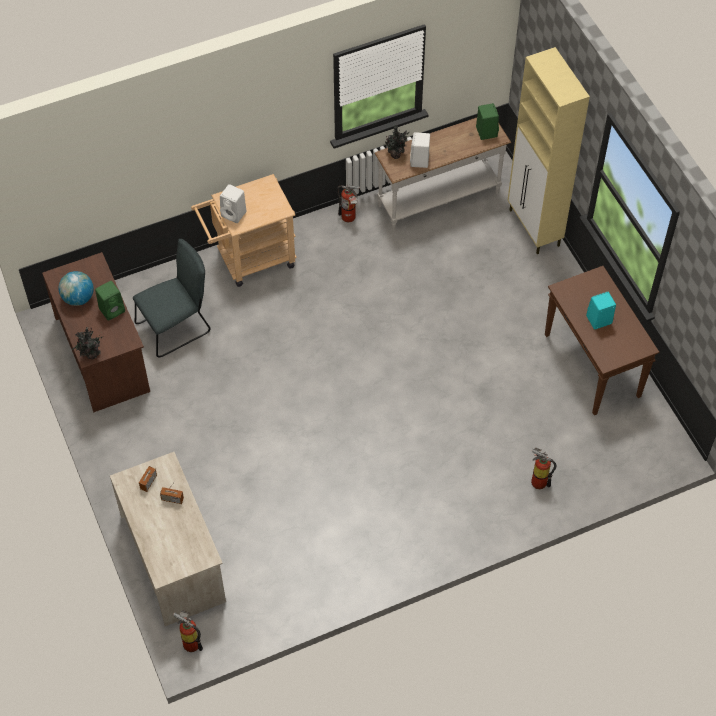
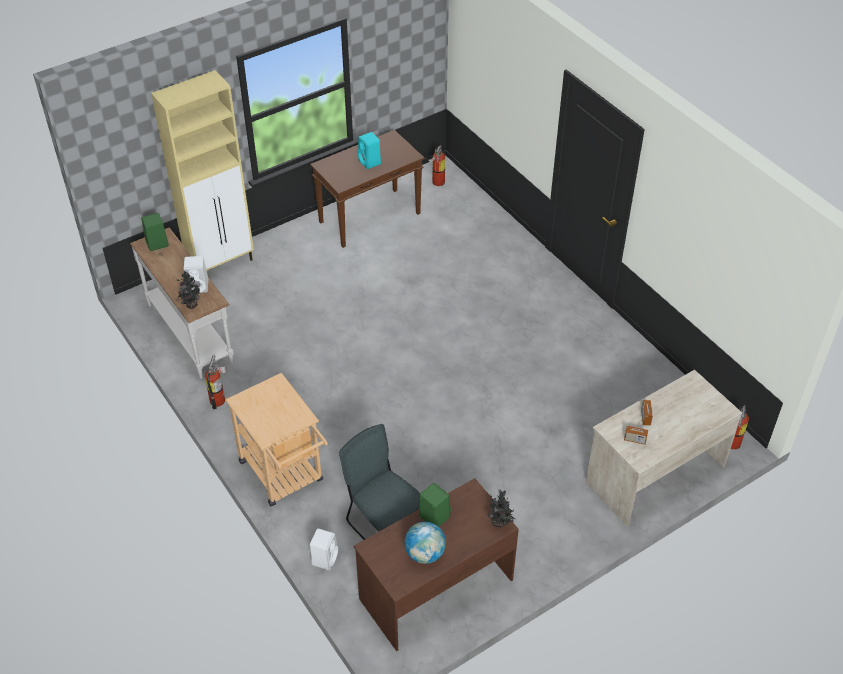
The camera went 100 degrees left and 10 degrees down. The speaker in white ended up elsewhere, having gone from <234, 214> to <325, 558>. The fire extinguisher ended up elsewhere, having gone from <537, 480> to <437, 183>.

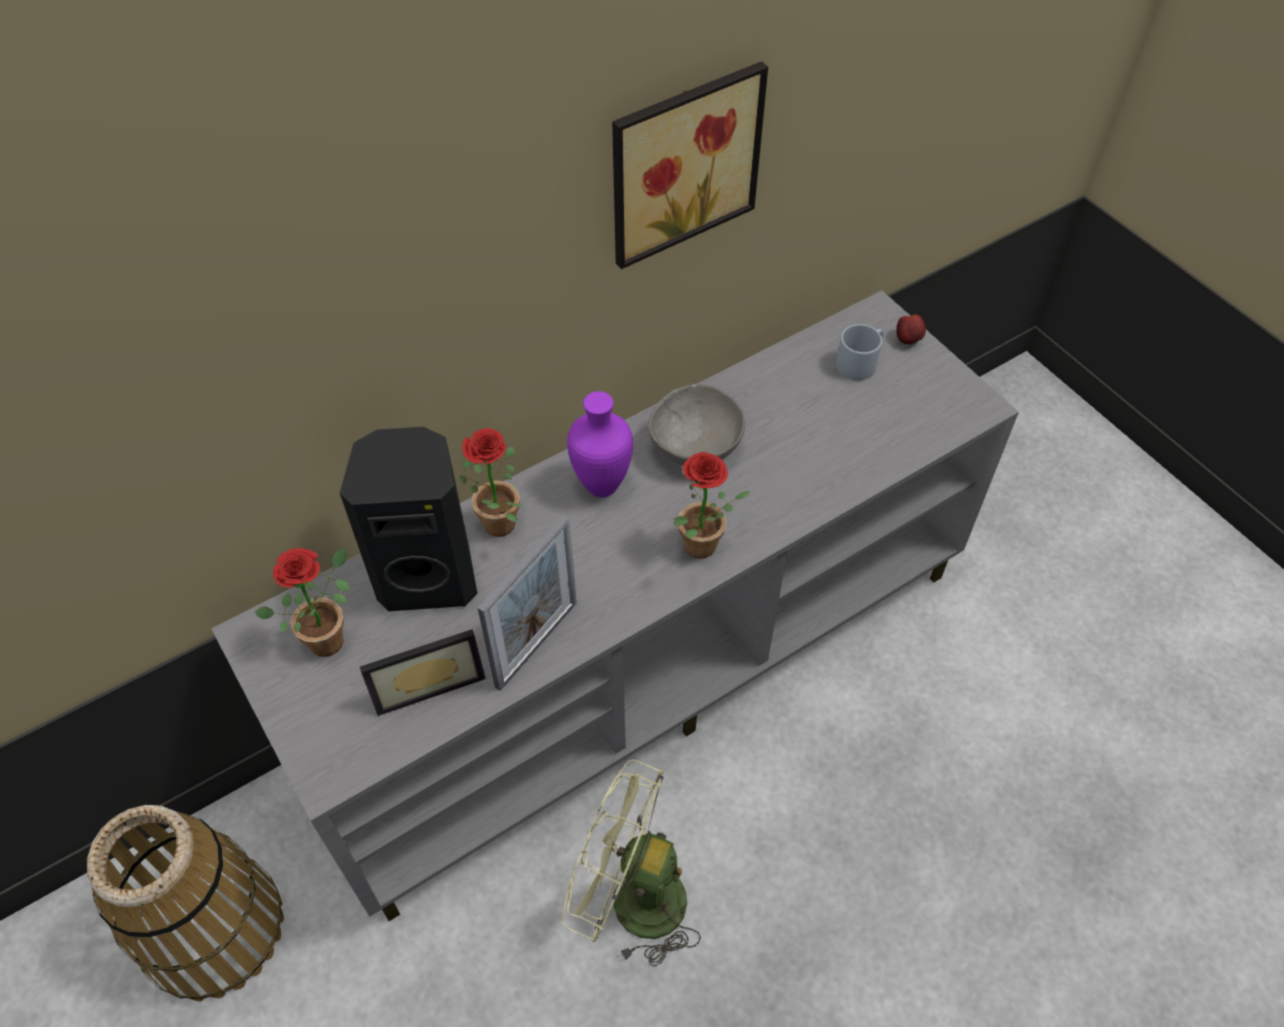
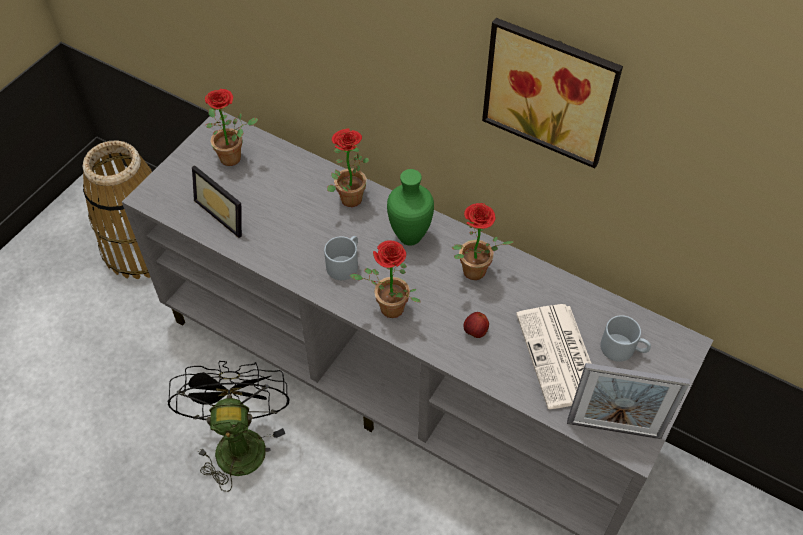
The camera went 65 degrees right and 0 degrees up. The second view lost the speaker in black at <429, 575>. The second view gained the mug in grey at <344, 263>. The second view gained the newspaper at <560, 357>. The picture frame ended up elsewhere, having gone from <537, 644> to <613, 429>. The apple ended up elsewhere, having gone from <908, 340> to <475, 332>. Where the bowl in grey stood at <694, 448>, the potted plant came to stand at <473, 275>. What was the fan in green at <631, 899> turned into the fan in black at <238, 441>. What was the vase in purple at <600, 488> turned into the vase in green at <408, 237>.

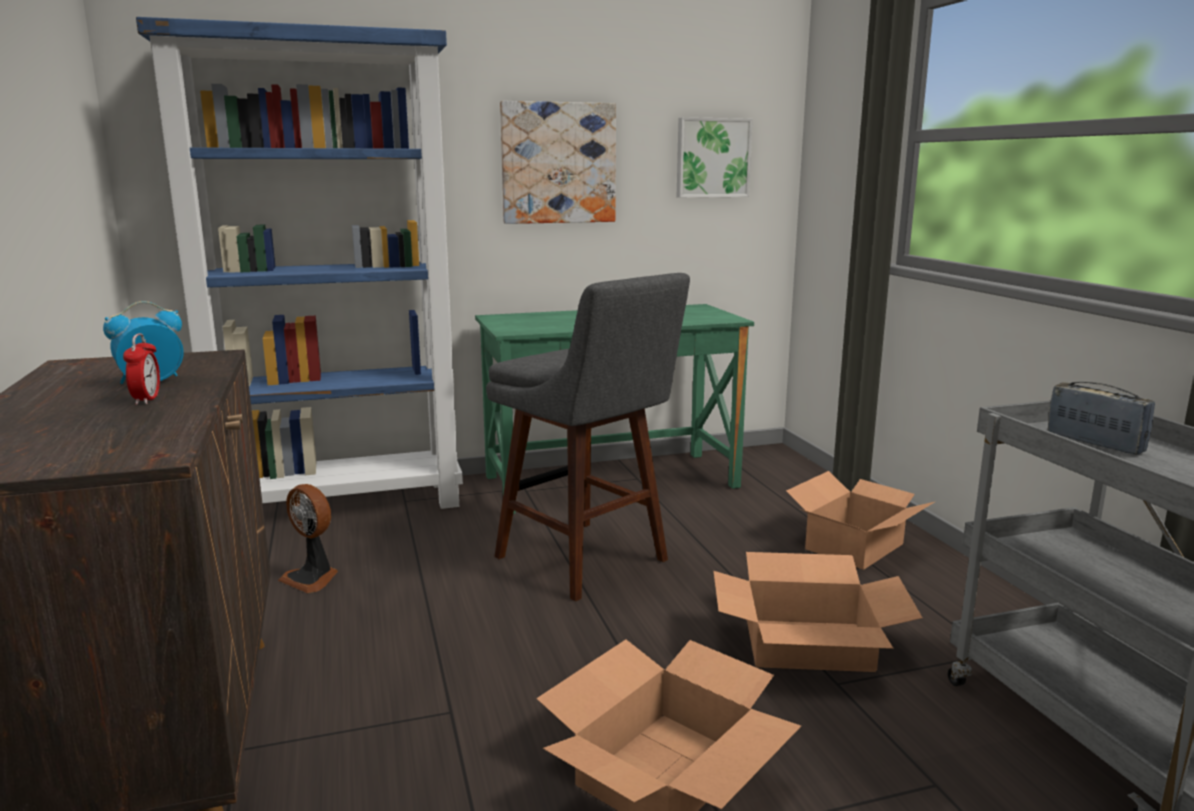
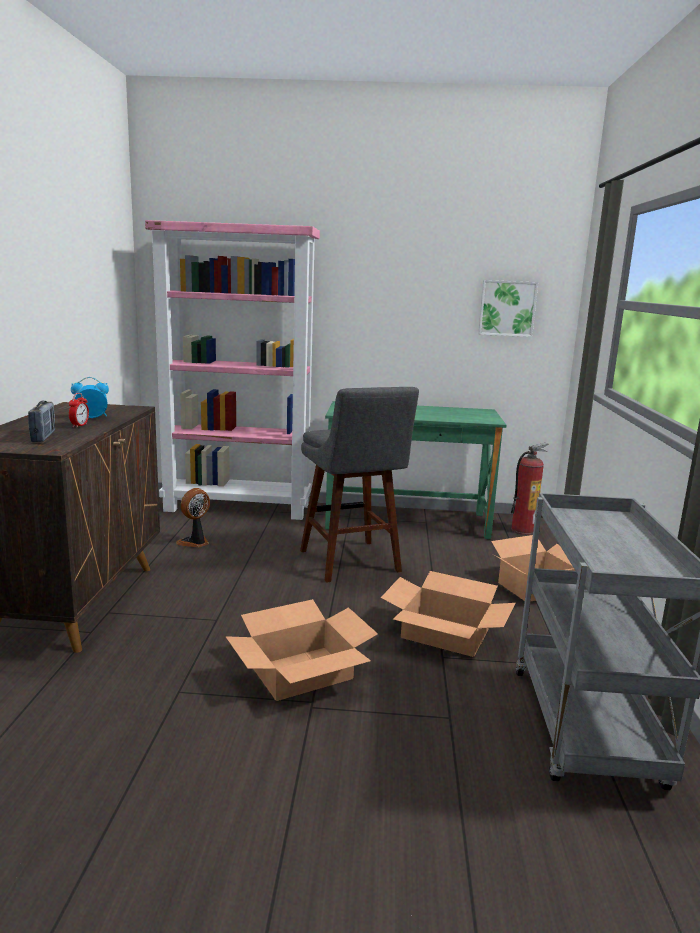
The camera went 20 degrees right and 0 degrees up. The second view lost the picture at <558, 163>. The second view gained the fire extinguisher at <523, 530>. The radio ended up elsewhere, having gone from <1094, 443> to <43, 437>. What was the bookcase in blue at <344, 504> turned into the bookcase in pink at <239, 507>. The fan at <312, 578> ended up facing another way, 75 degrees clockwise from before.

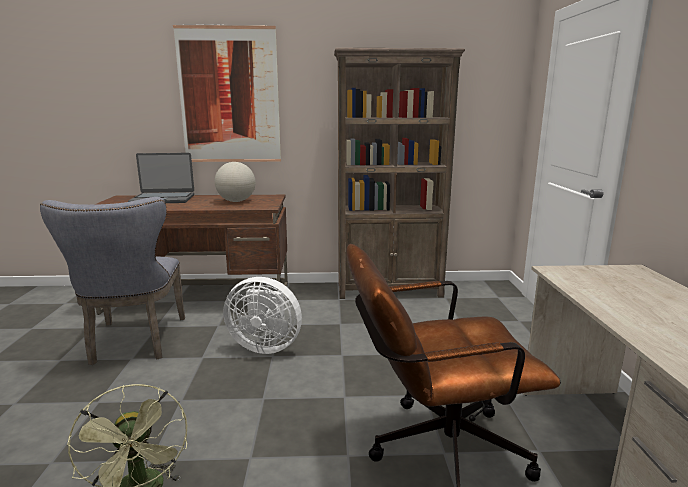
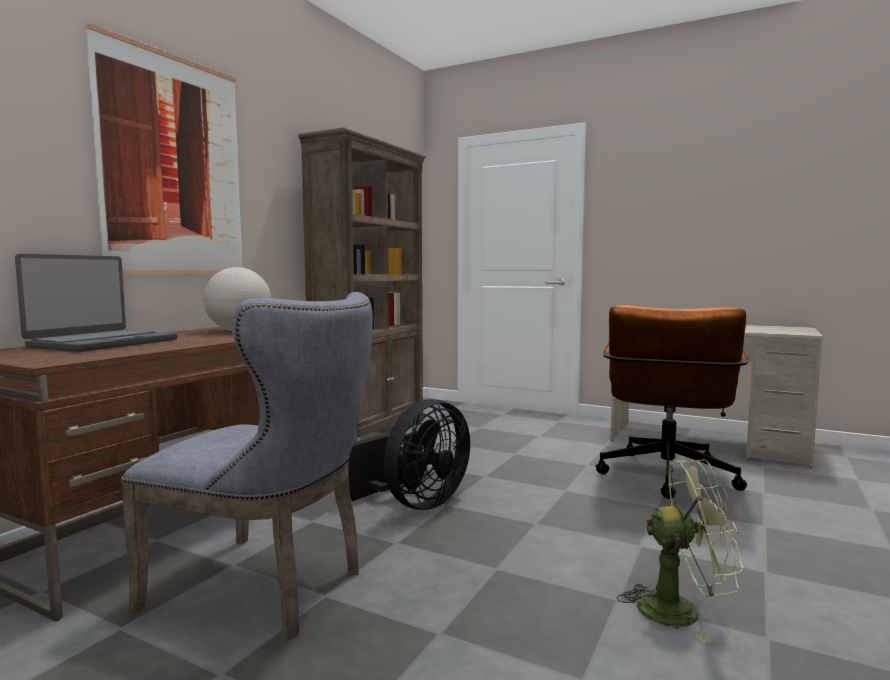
The camera went 60 degrees left and 10 degrees down. What was the fan in white at <265, 346> turned into the fan in black at <416, 504>.

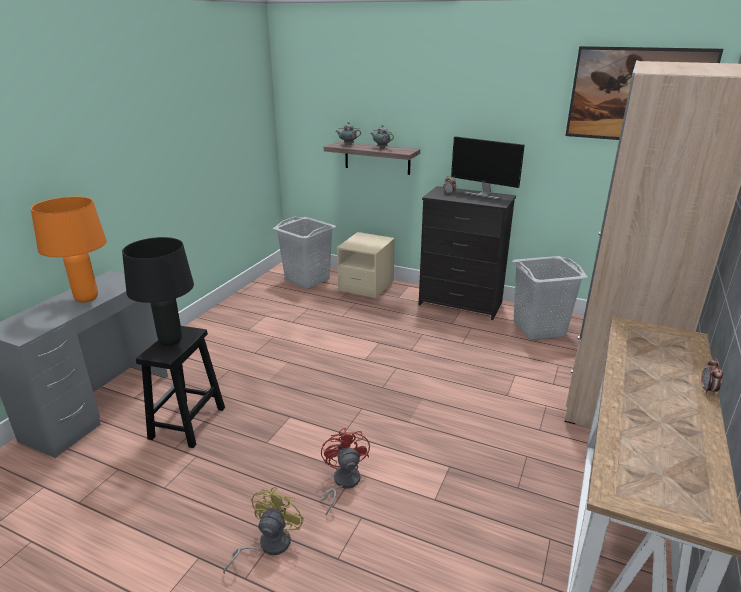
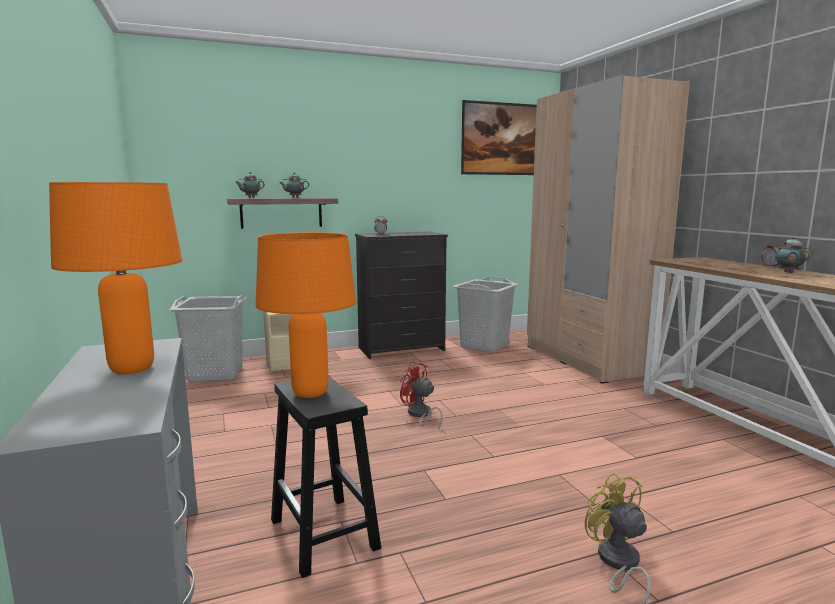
The camera went 45 degrees left and 15 degrees down. The second view lost the monitor at <483, 194>. The second view gained the teapot at <787, 272>. The fan in red ended up elsewhere, having gone from <342, 483> to <420, 415>. What was the table lamp in black at <170, 341> turned into the table lamp in orange at <309, 393>.

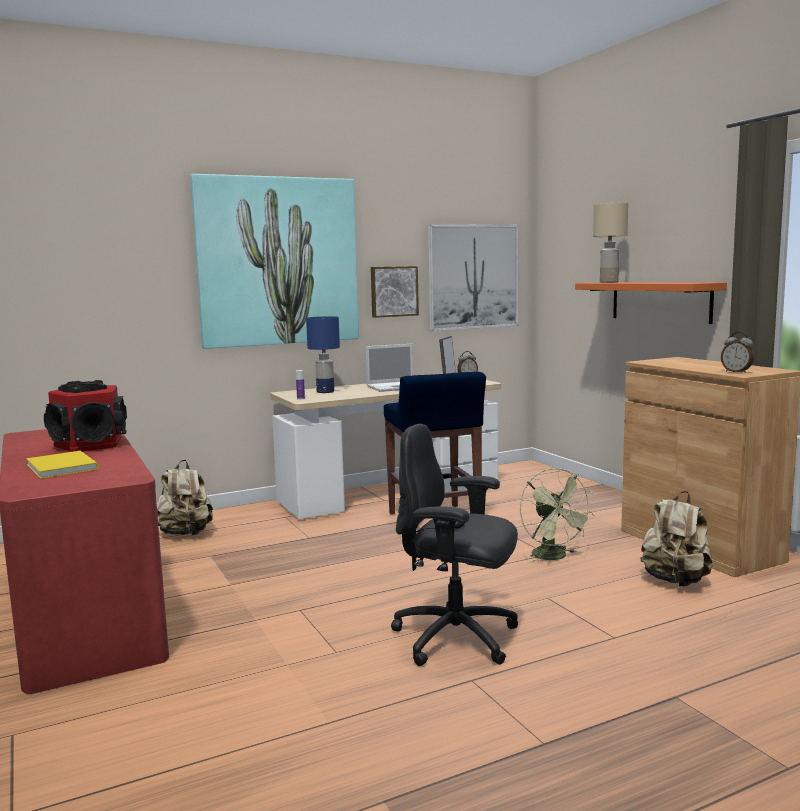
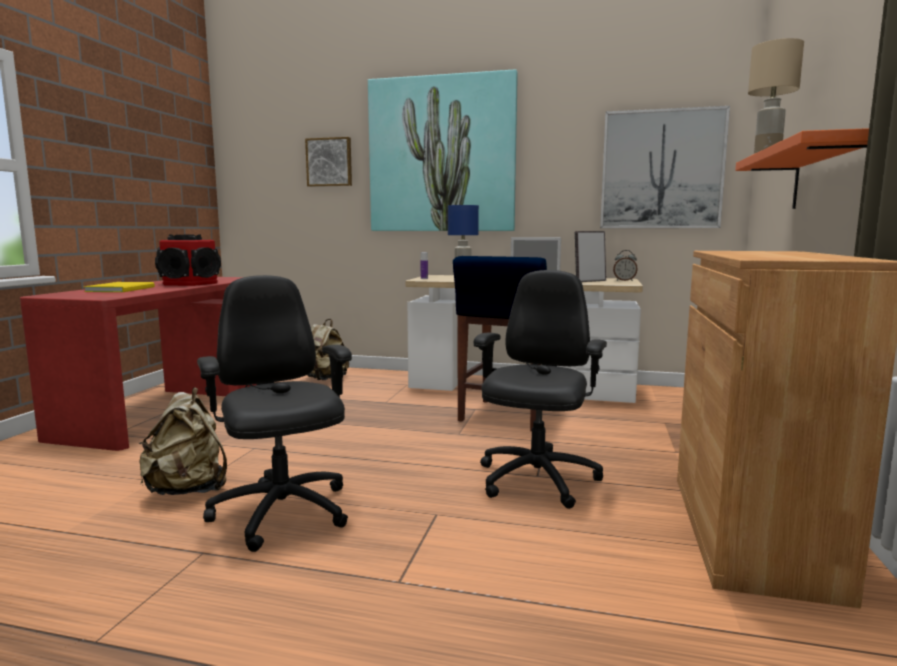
The camera went 40 degrees right and 0 degrees up. The second view lost the alarm clock at <736, 372>. The picture ended up elsewhere, having gone from <393, 291> to <329, 162>. The backpack in beige ended up elsewhere, having gone from <675, 581> to <188, 490>. Where the fan in green stood at <554, 557>, the office chair in black came to stand at <536, 481>.

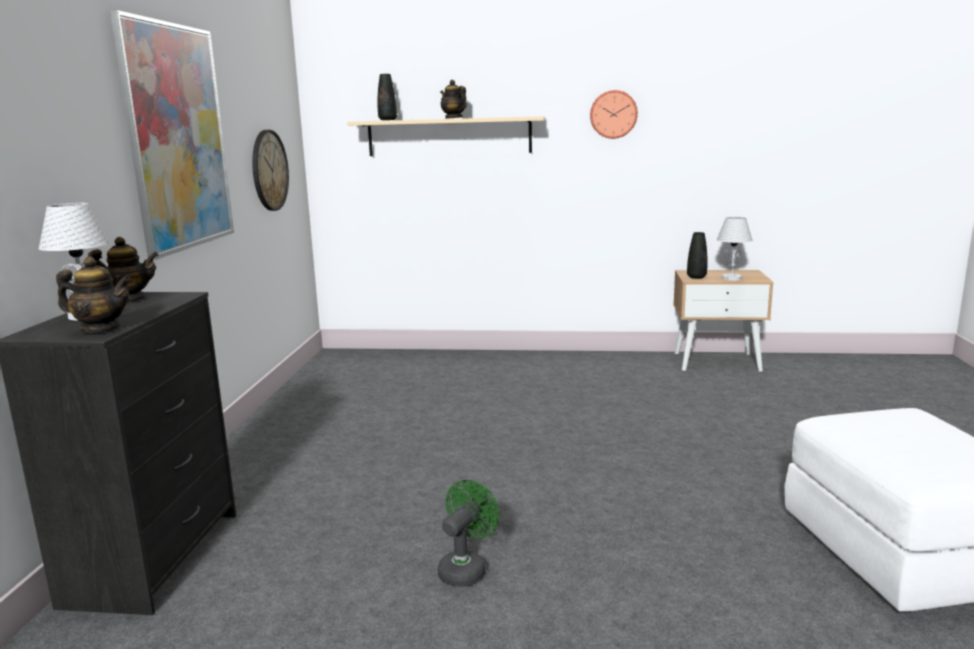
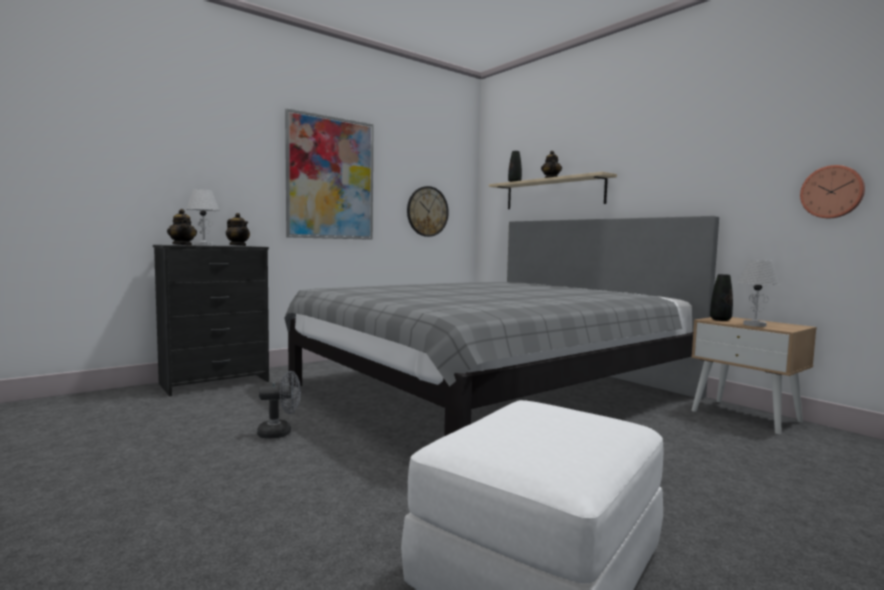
The camera went 45 degrees right and 10 degrees down. The second view gained the bed in grey at <491, 391>. The wall clock ended up elsewhere, having gone from <613, 114> to <832, 192>. What was the fan in green at <466, 568> turned into the fan in grey at <280, 433>.

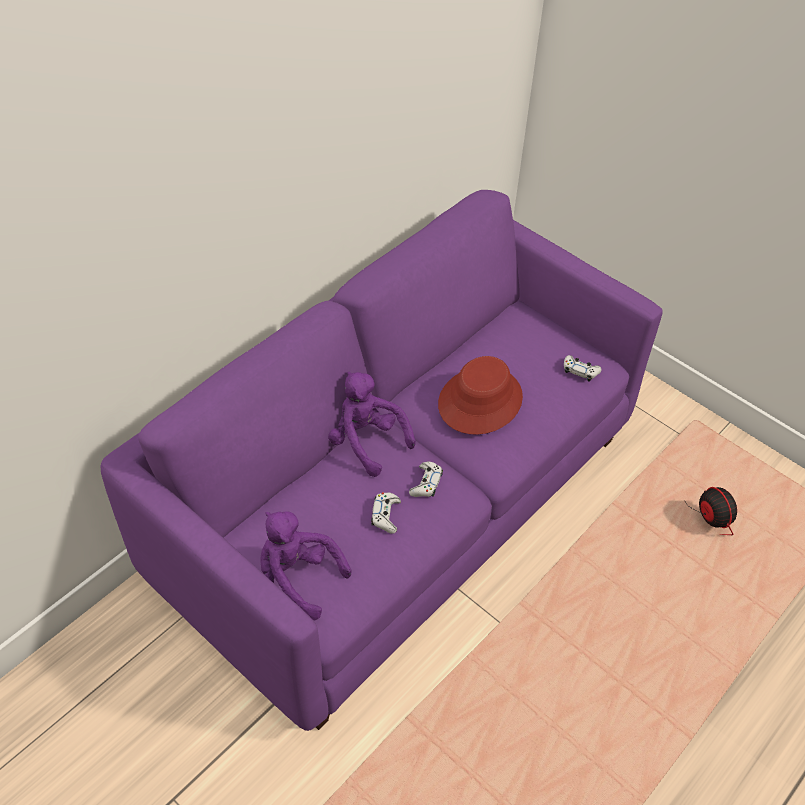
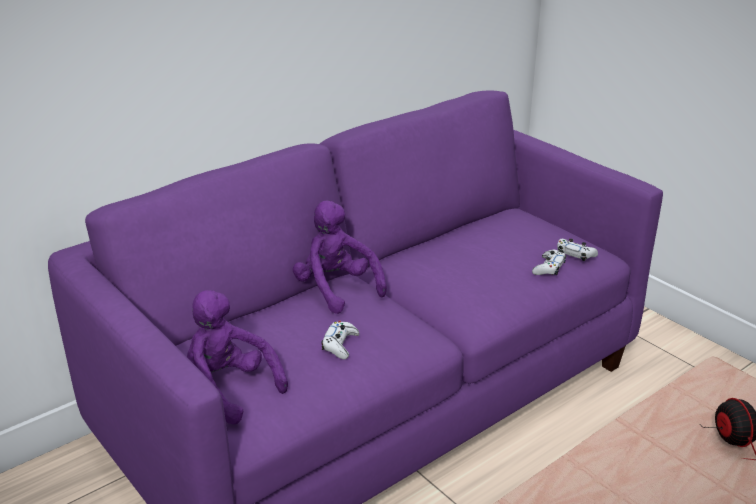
The camera went 10 degrees right and 20 degrees down. The second view lost the hat in red at <480, 401>. The game controller in white ended up elsewhere, having gone from <426, 483> to <549, 268>.

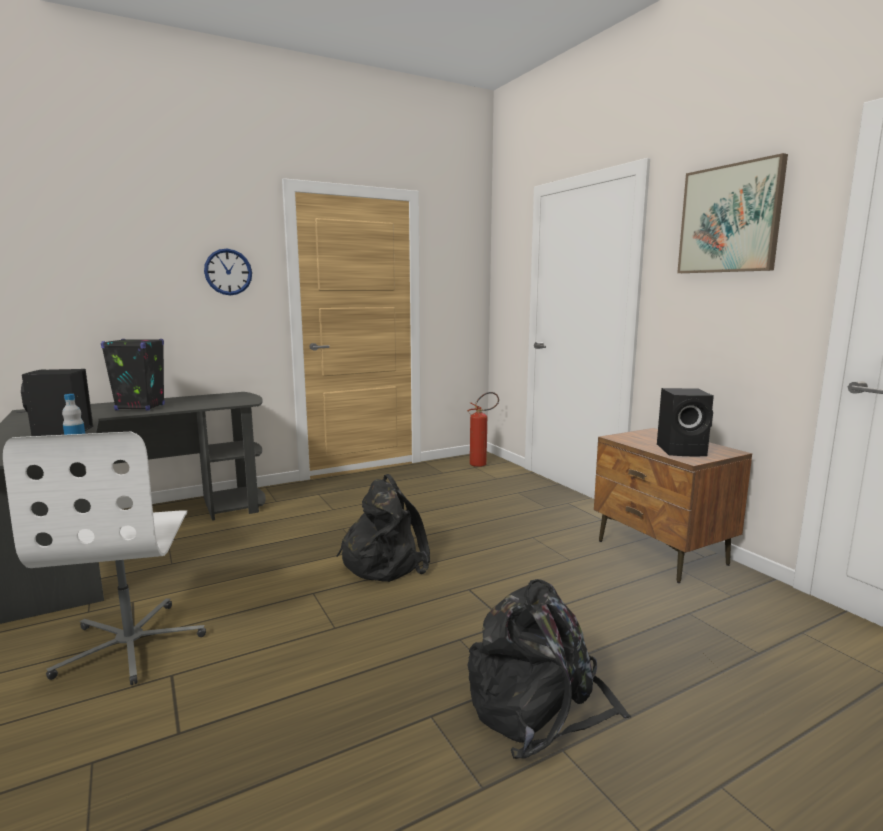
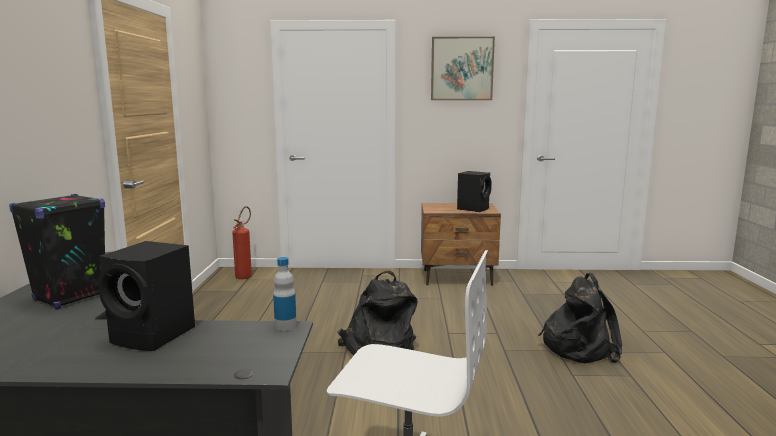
The camera went 60 degrees left and 0 degrees up. The second view lost the wall clock at <228, 272>.

